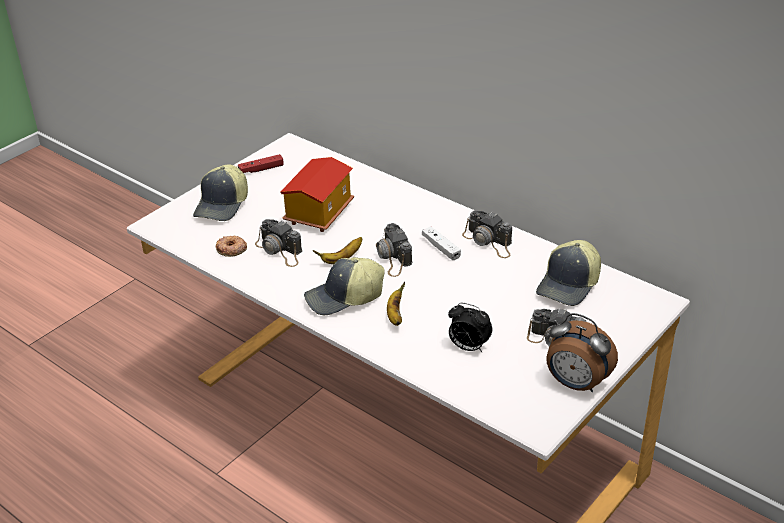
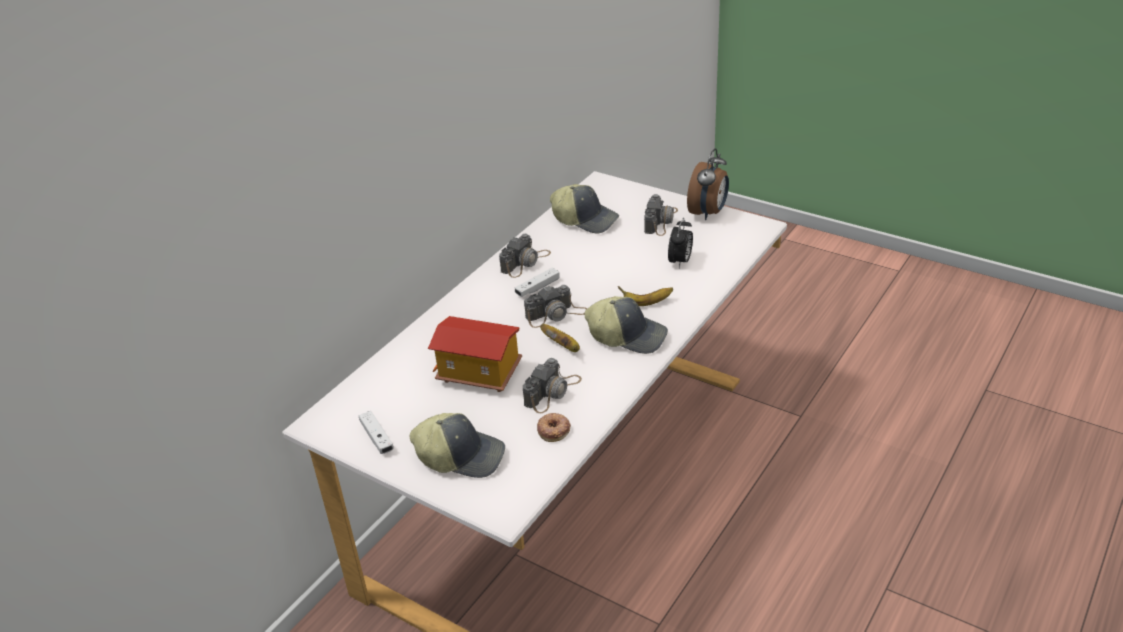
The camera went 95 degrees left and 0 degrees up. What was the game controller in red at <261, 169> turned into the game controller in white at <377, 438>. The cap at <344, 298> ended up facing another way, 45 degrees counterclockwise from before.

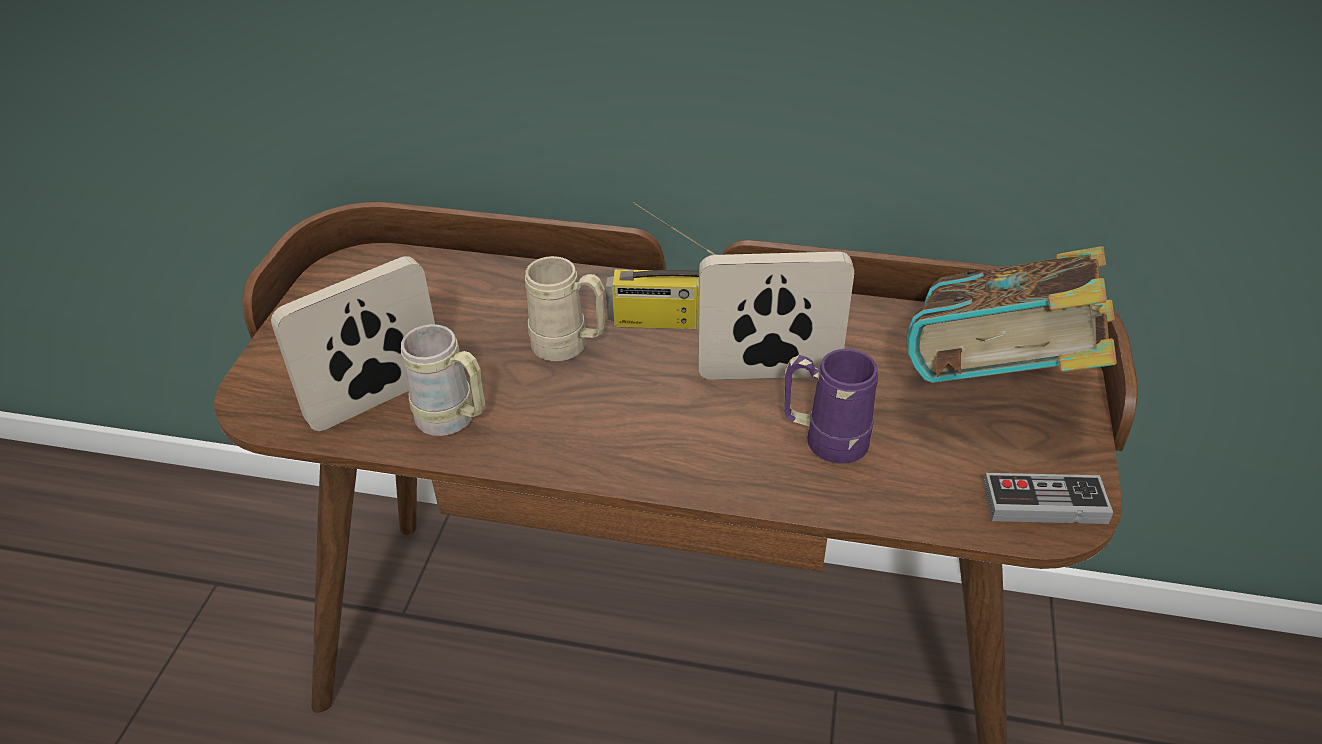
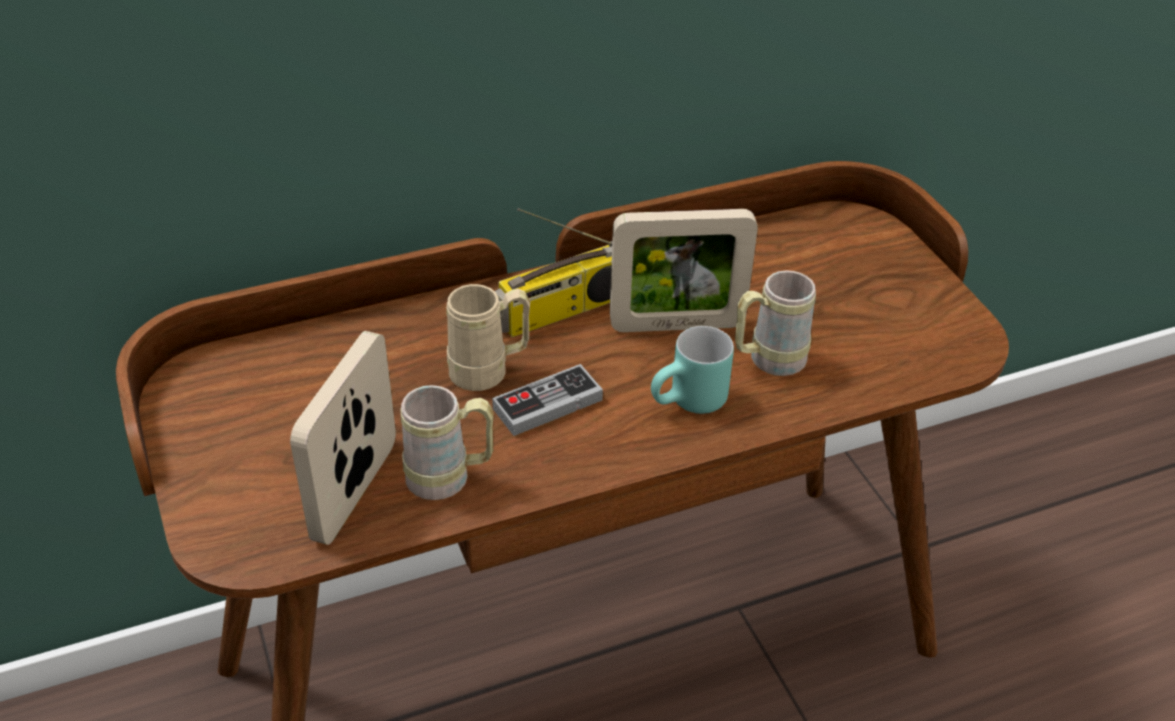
The camera went 35 degrees left and 0 degrees up. The second view lost the book at <998, 384>. The second view gained the mug in turquoise at <690, 405>. The game controller ended up elsewhere, having gone from <1044, 503> to <547, 404>. What was the mug in purple at <824, 441> turned into the mug in beige at <767, 361>. The picture frame at <768, 373> ended up facing another way, 150 degrees counterclockwise from before.

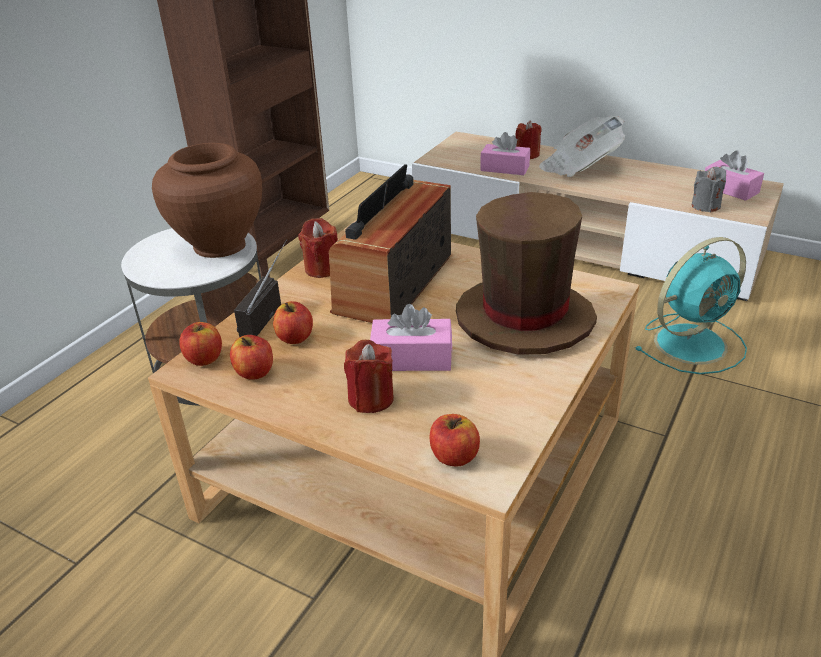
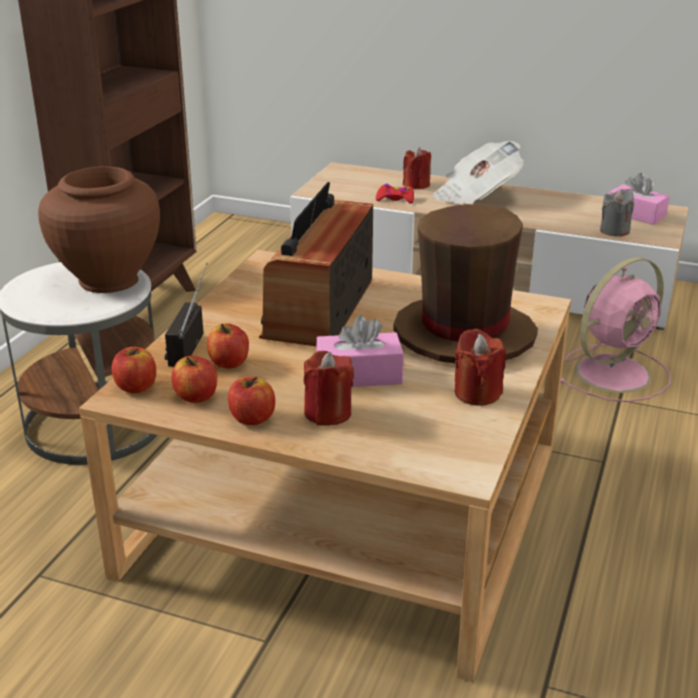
The camera went 10 degrees left and 5 degrees down. The candle in red ended up elsewhere, having gone from <322, 269> to <477, 393>. The apple ended up elsewhere, having gone from <454, 456> to <252, 418>. Where the tissue box in pink stood at <504, 168>, the game controller in red came to stand at <395, 199>. What was the fan in turquoise at <692, 343> turned into the fan in pink at <615, 372>.

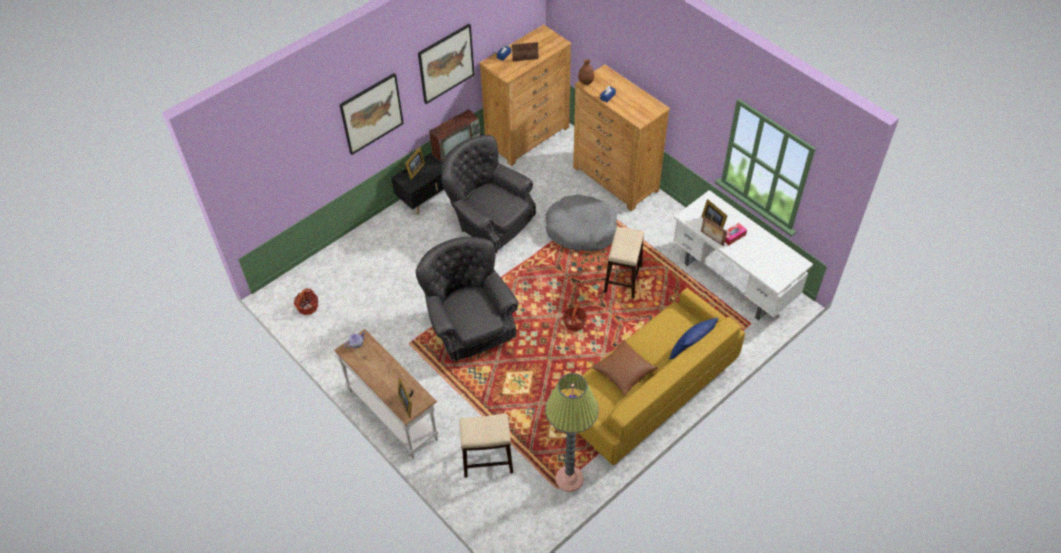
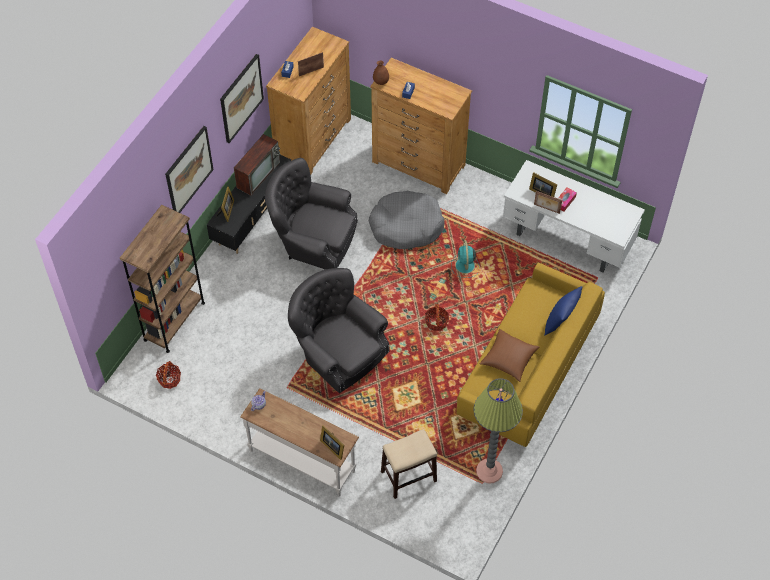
The camera went 20 degrees left and 5 degrees up. The second view gained the bookcase in brown at <174, 321>. Where the stool stood at <623, 279>, the fan in turquoise came to stand at <465, 266>.

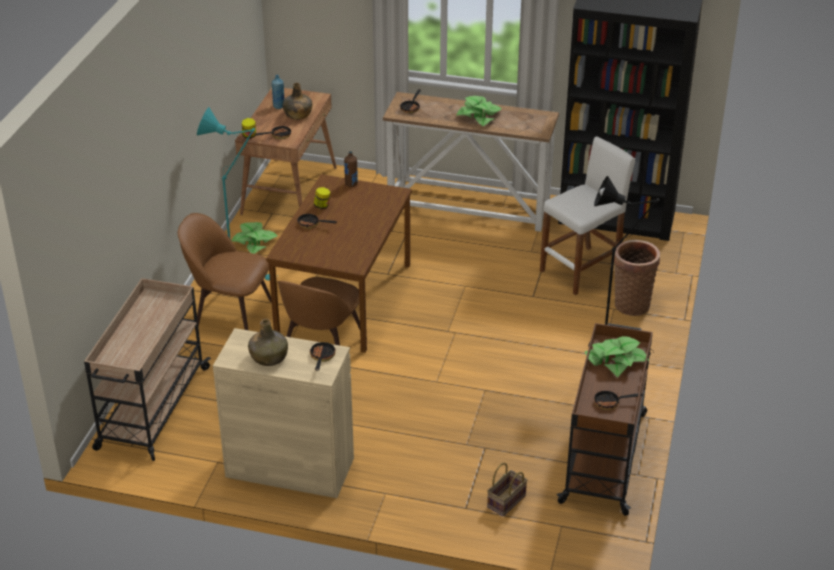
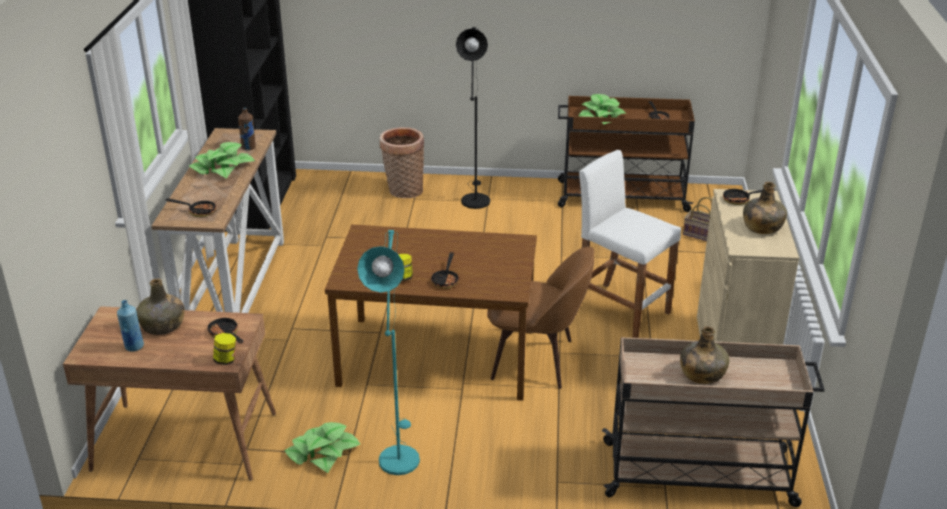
The camera went 100 degrees left and 5 degrees down. The second view lost the chair in brown at <230, 314>. The second view gained the bottle in green at <702, 374>. The bottle in brown ended up elsewhere, having gone from <351, 184> to <248, 148>. The stool in white ended up elsewhere, having gone from <582, 270> to <620, 310>.

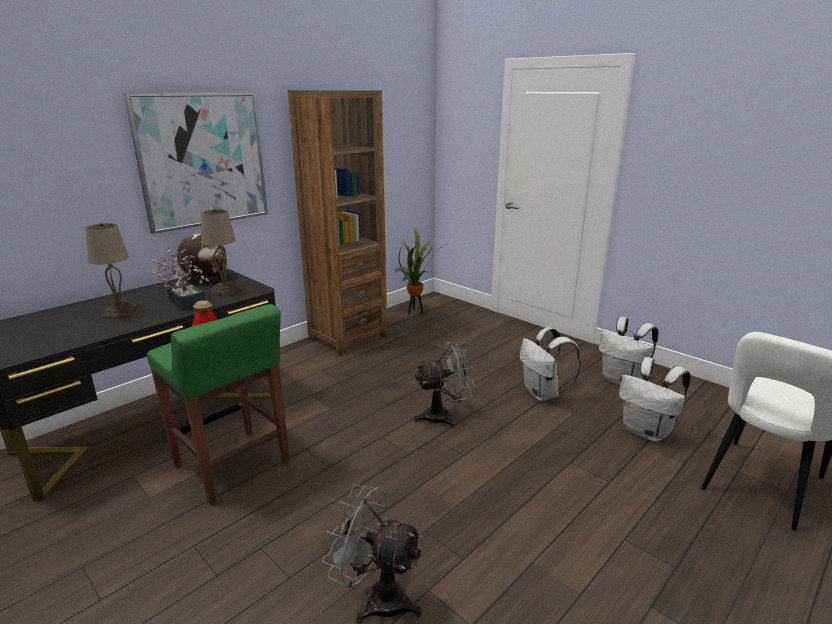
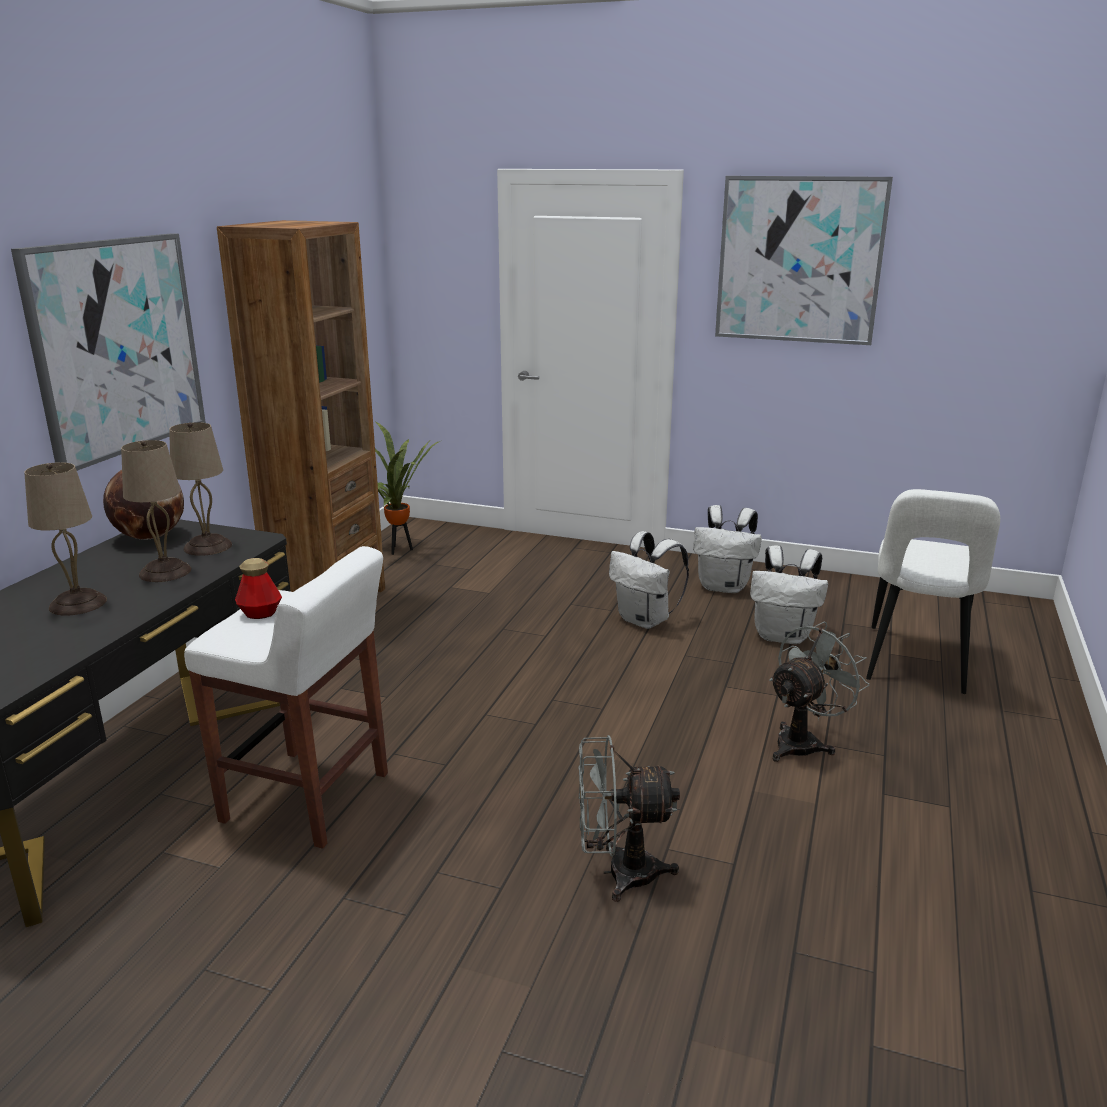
The camera went 25 degrees left and 0 degrees up. The second view gained the picture at <799, 260>. The fan in grey ended up elsewhere, having gone from <443, 416> to <803, 742>. Where the potted plant stood at <186, 301>, the table lamp in beige came to stand at <166, 571>. What was the stool in green at <233, 466> turned into the stool in white at <308, 798>.

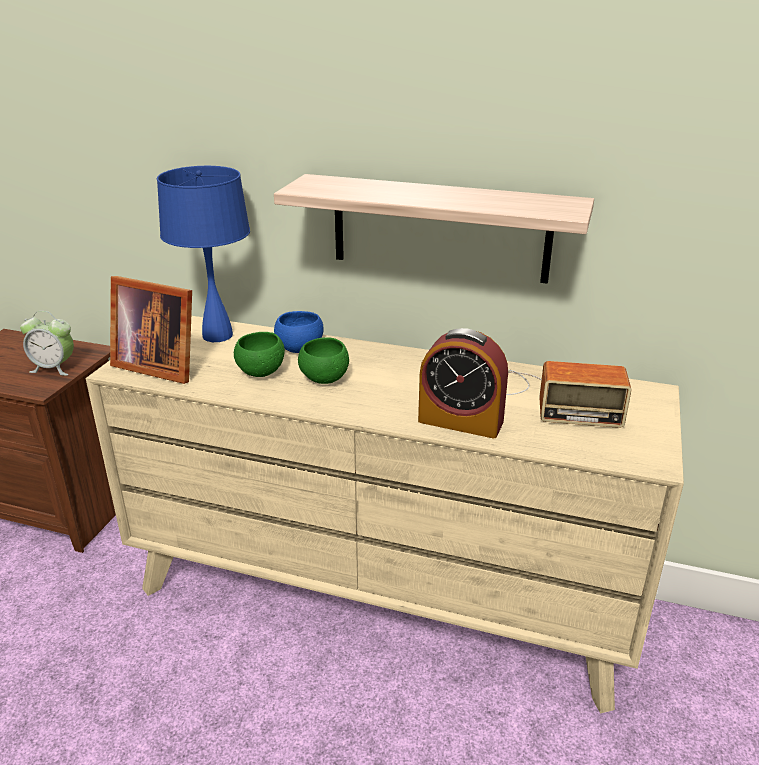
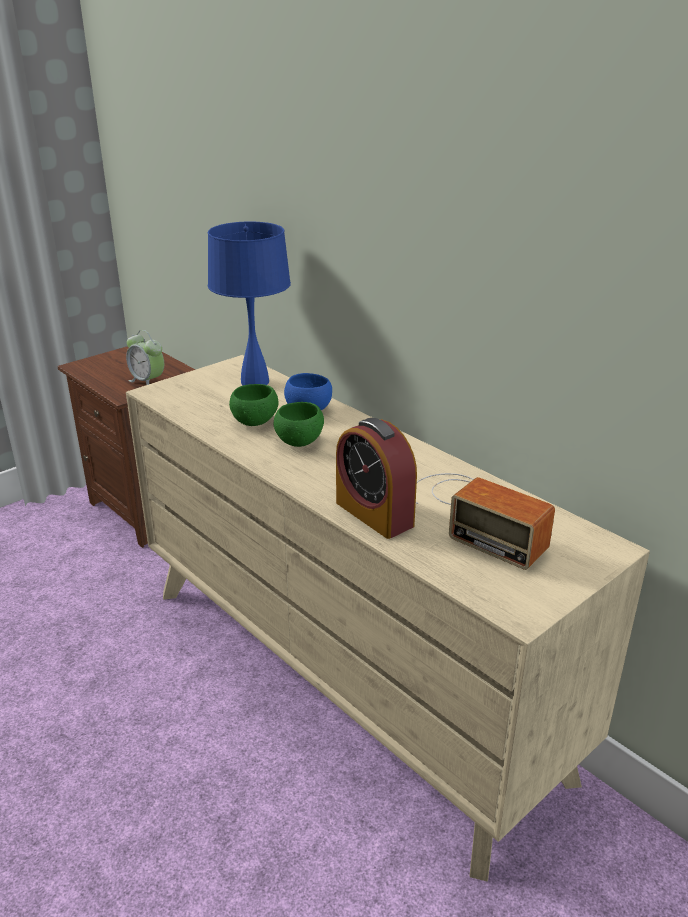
The camera went 30 degrees right and 0 degrees up. The second view lost the picture frame at <158, 365>. The second view lost the shelf at <440, 228>.

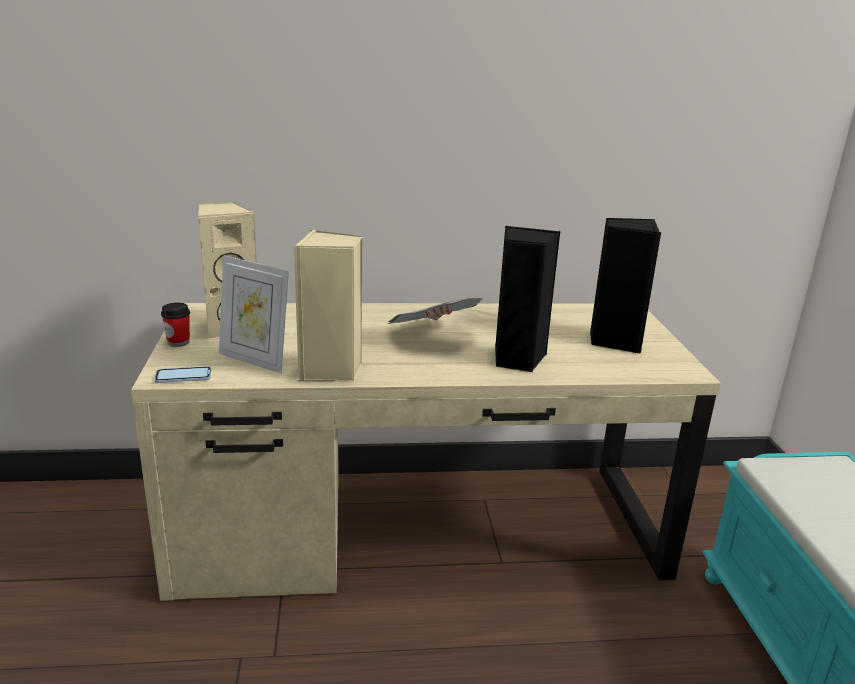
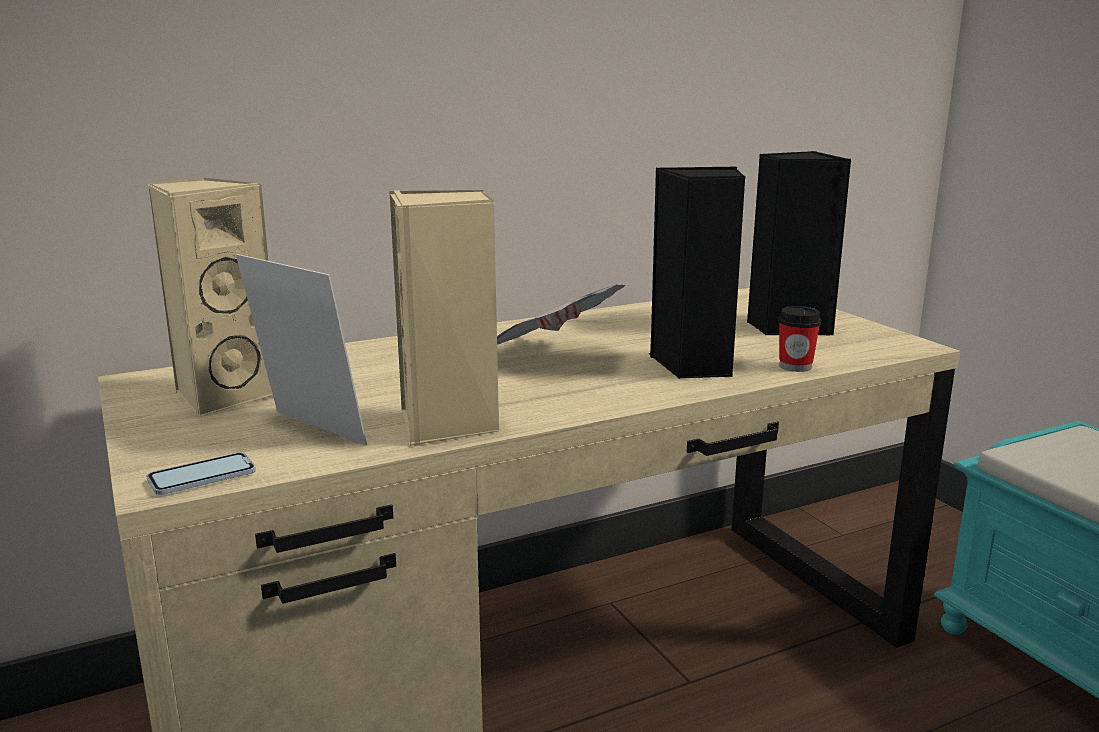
The camera went 20 degrees left and 5 degrees down. The cup ended up elsewhere, having gone from <178, 342> to <795, 366>. The picture frame at <255, 360> ended up facing another way, 150 degrees counterclockwise from before.

